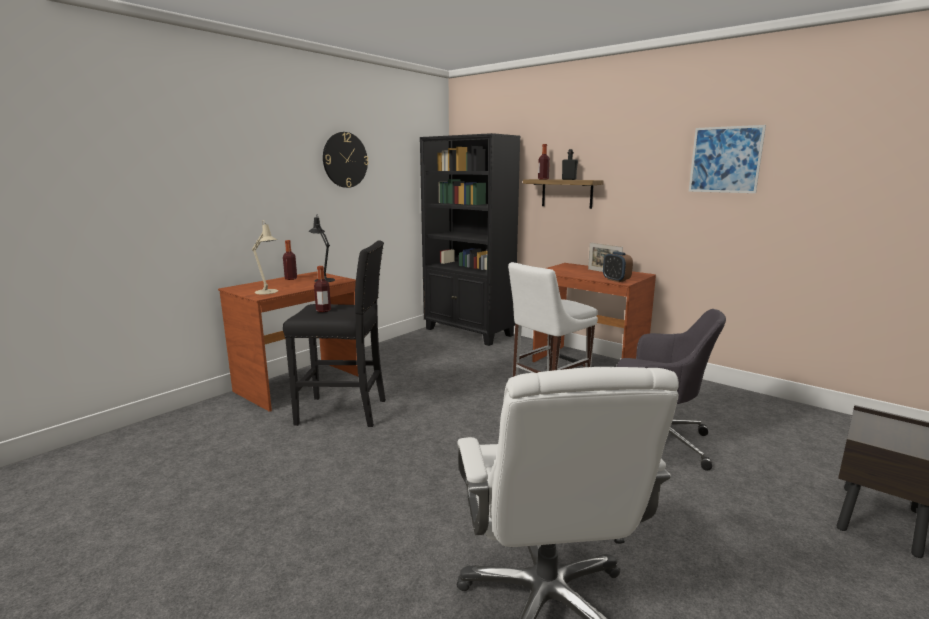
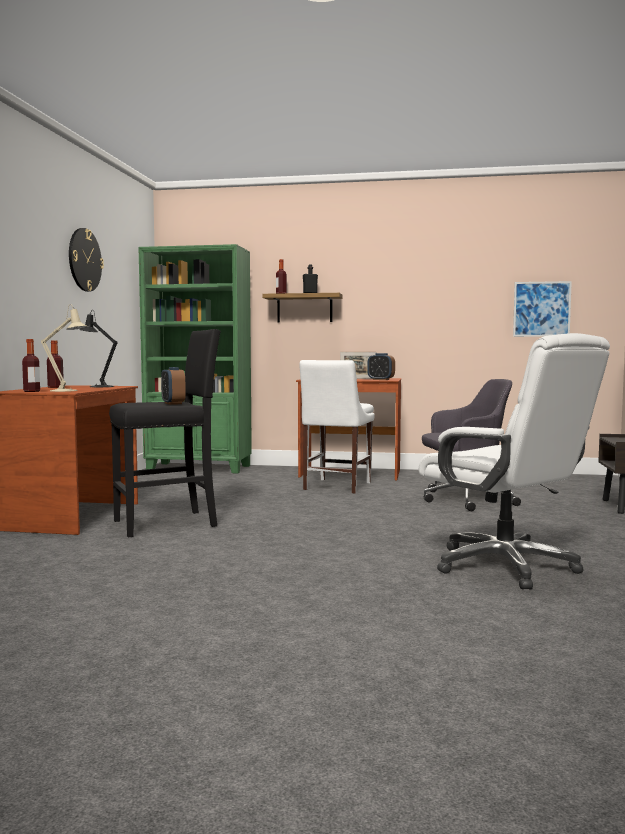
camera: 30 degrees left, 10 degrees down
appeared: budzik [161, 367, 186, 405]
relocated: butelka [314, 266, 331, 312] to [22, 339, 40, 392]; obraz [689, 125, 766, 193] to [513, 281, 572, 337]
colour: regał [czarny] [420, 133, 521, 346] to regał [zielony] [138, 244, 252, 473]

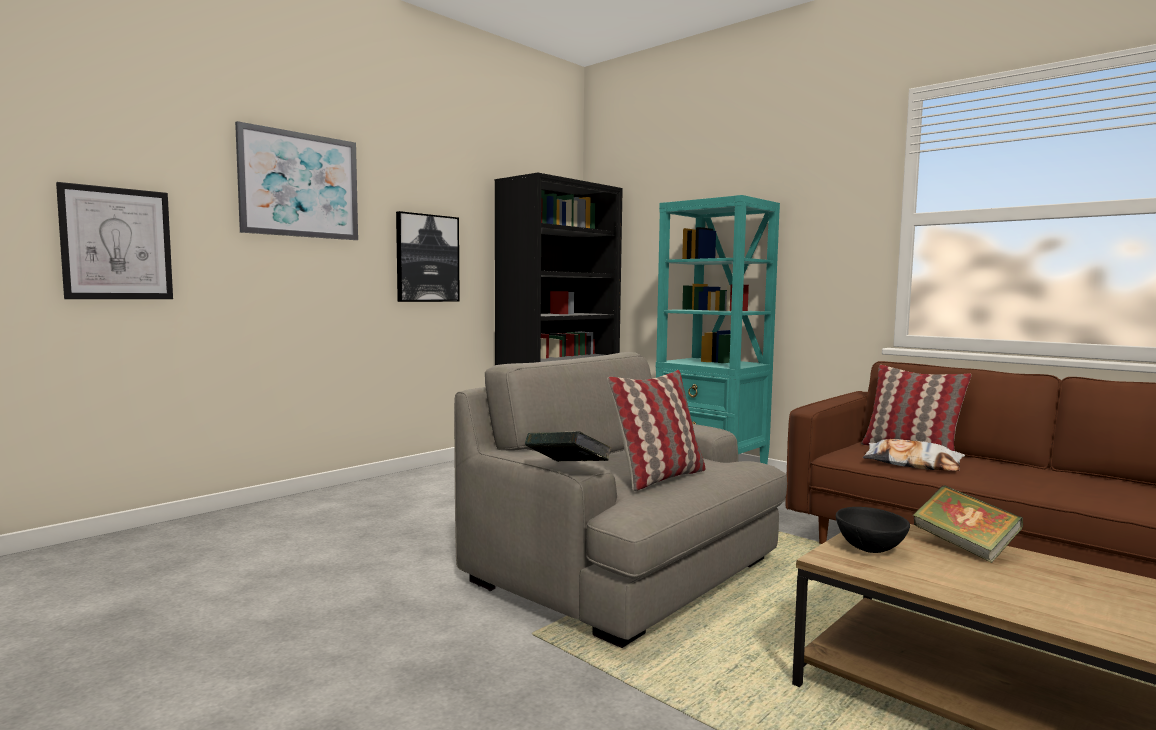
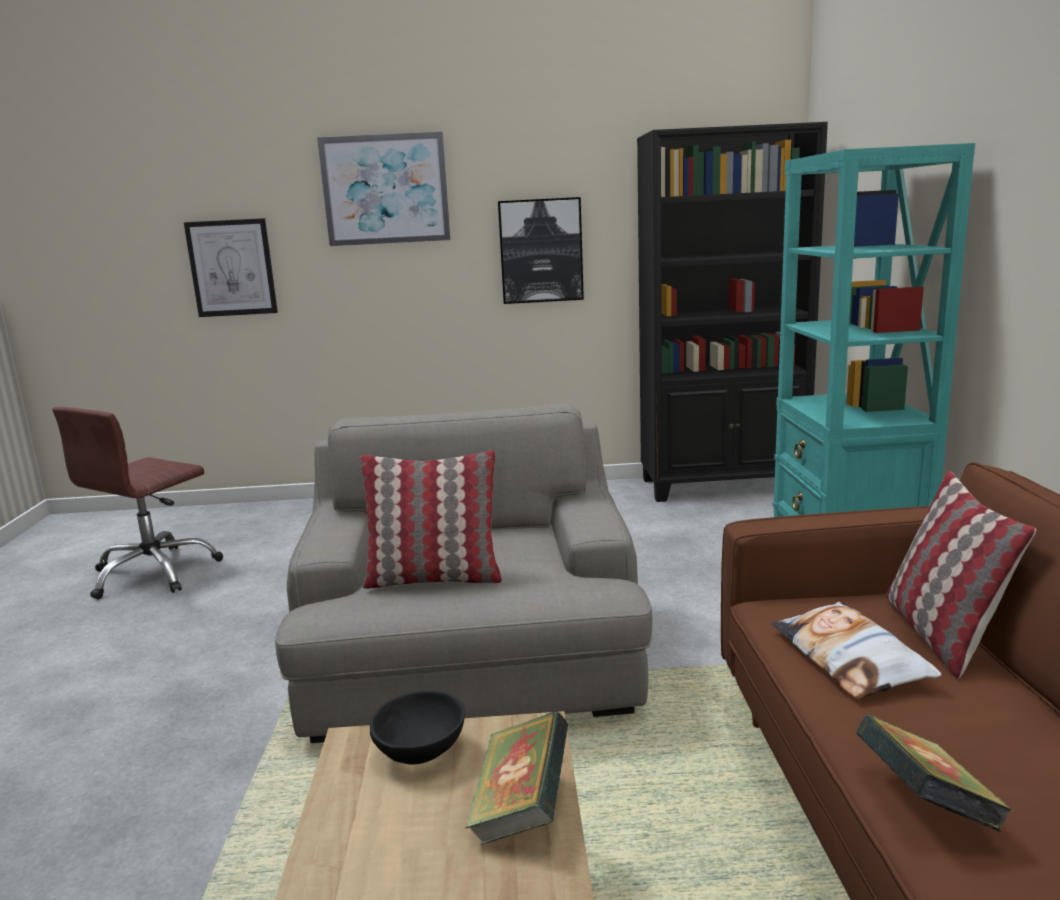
camera: 45 degrees right, 10 degrees up
appeared: krzesło biurowe [brązowy] [52, 407, 223, 599]
relocated: książka [525, 431, 611, 462] to [856, 715, 1013, 832]

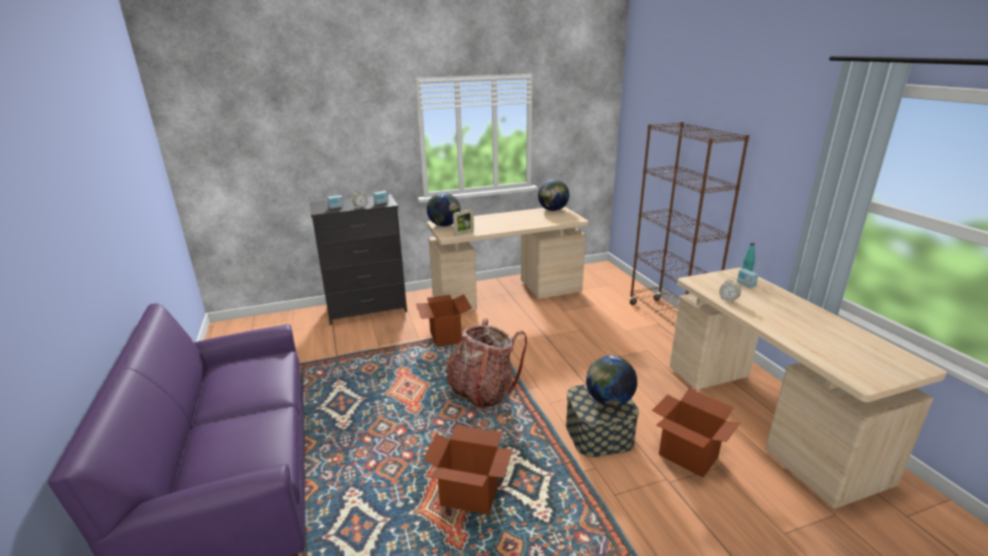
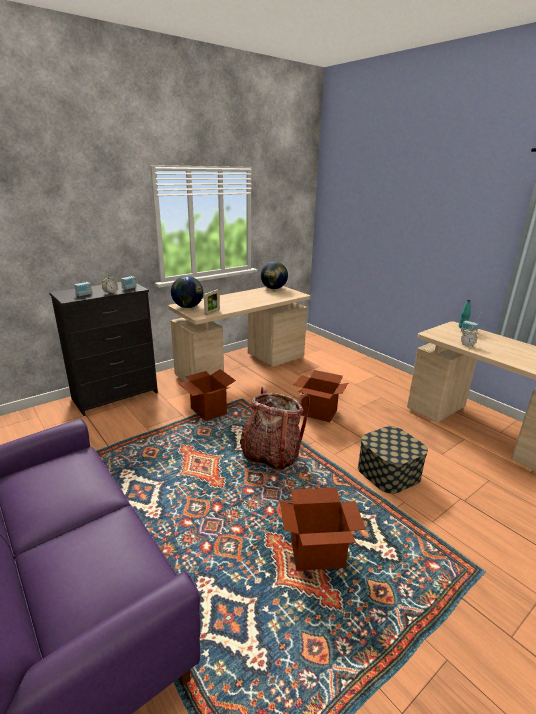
camera: 20 degrees left, 0 degrees up
missing: globus [586, 356, 637, 407]; regał [brązowy] [629, 122, 749, 327]
relocated: karton [652, 389, 740, 478] to [294, 370, 348, 422]

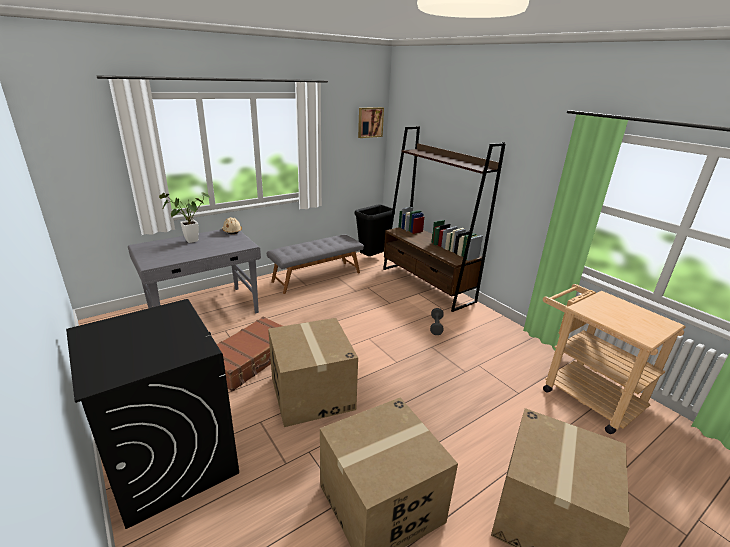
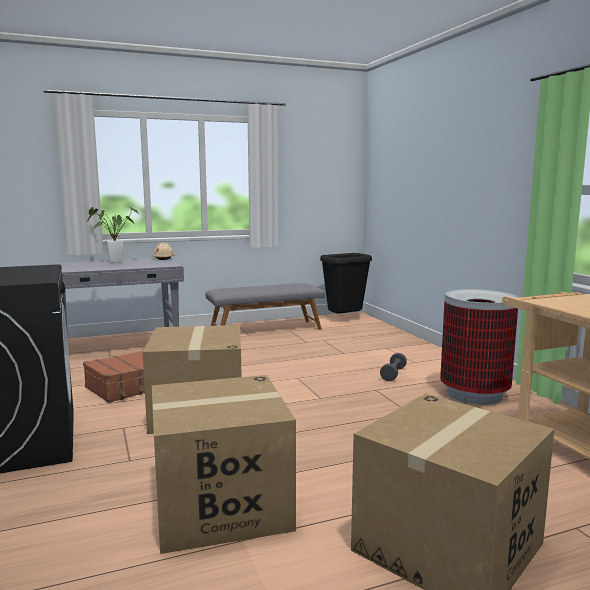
camera: 15 degrees right, 15 degrees down
missing: obraz [358, 107, 384, 138]; regał [brązowy] [383, 126, 506, 312]
appeared: kosz na śmieci [440, 289, 519, 405]

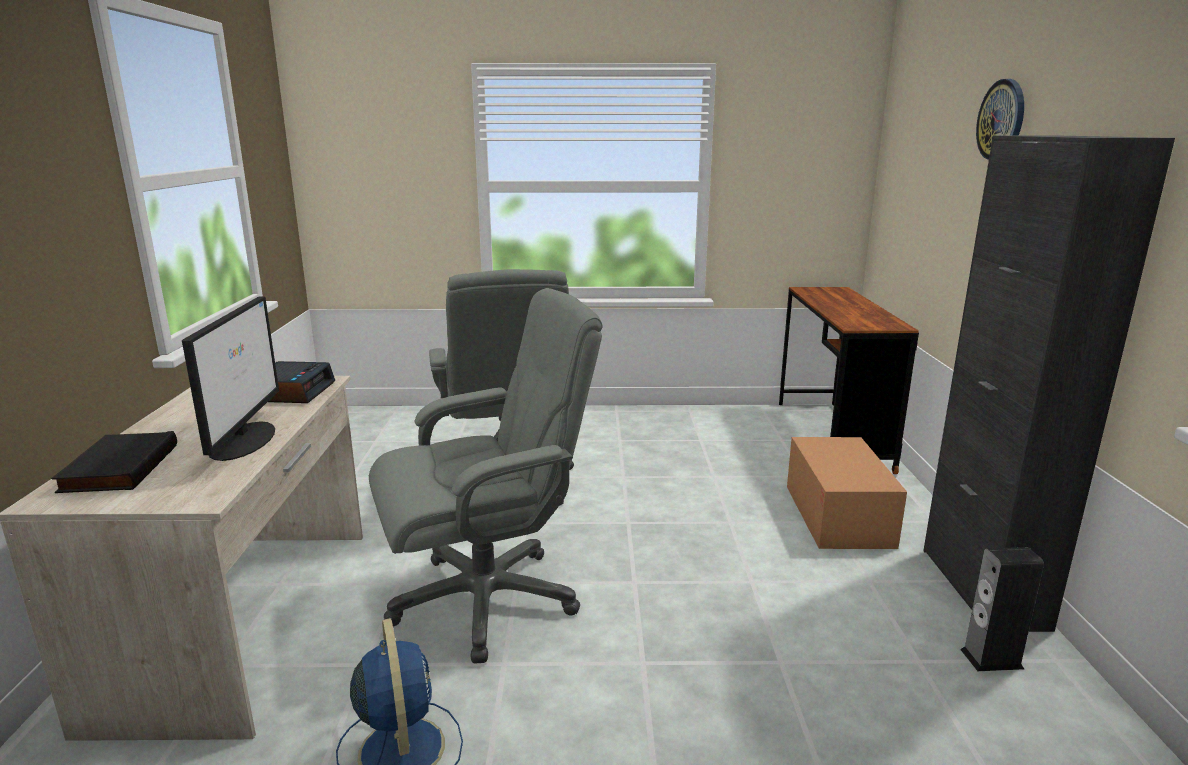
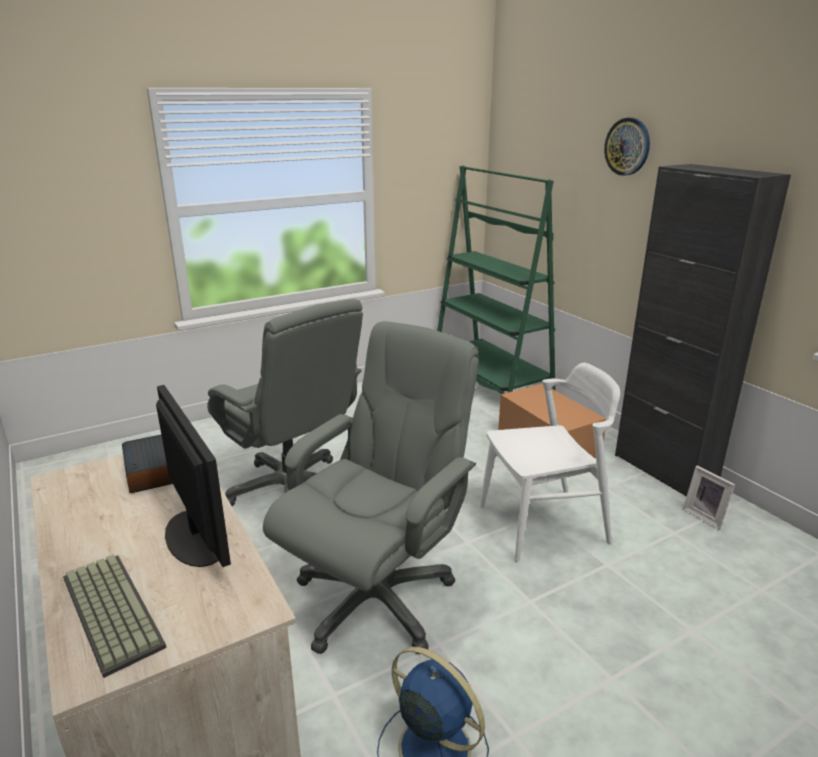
camera: 30 degrees left, 5 degrees up
appeared: krzesło [biały] [480, 363, 620, 562]
exchanged: książka [czarny] [51, 431, 177, 493] to klawiatura [63, 554, 167, 678]; biurko [brązowy] [779, 287, 919, 474] to regał [zielony] [437, 165, 556, 394]; głośnik [960, 547, 1044, 671] to ramka na zdjęcie [683, 466, 735, 530]

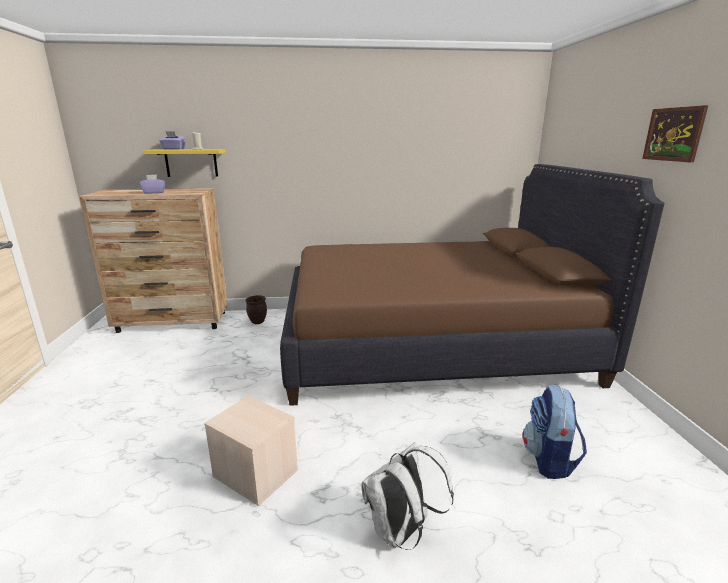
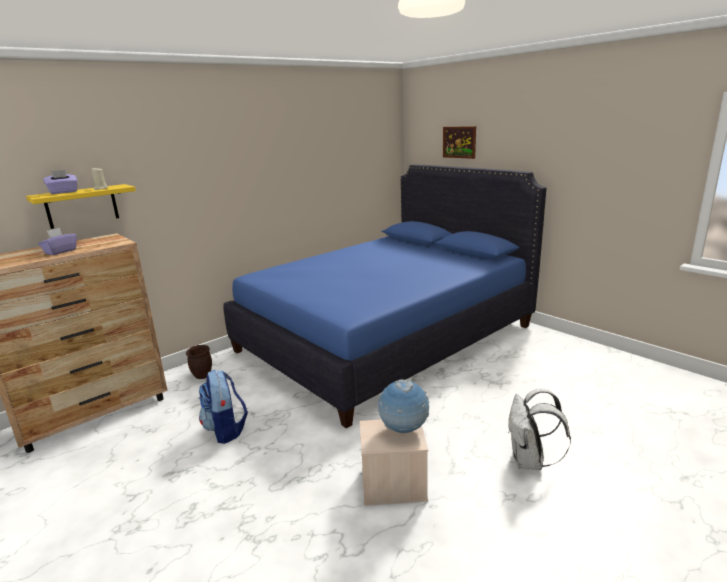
camera: 35 degrees left, 0 degrees up
appeared: globus [377, 380, 429, 433]
relocated: plecak [522, 385, 587, 479] to [199, 370, 248, 444]; obraz [642, 105, 708, 163] to [443, 126, 476, 159]
colour: łóżko [brązowy] [280, 164, 665, 406] to łóżko [niebieski] [223, 164, 547, 428]

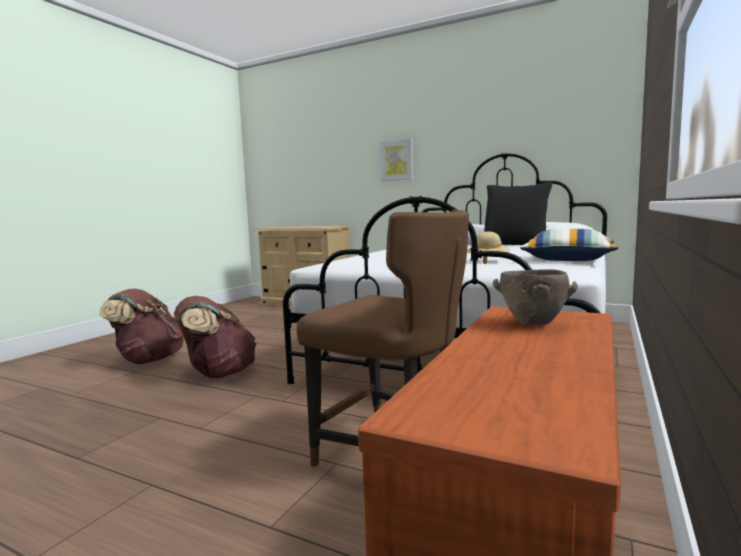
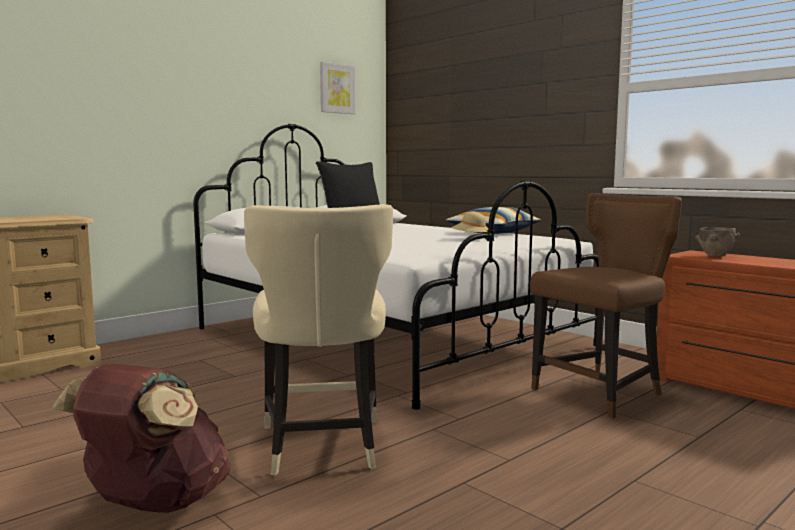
camera: 70 degrees left, 0 degrees up
relocated: obraz [380, 139, 413, 181] to [320, 62, 356, 114]
exchanged: plecak [brązowy] [174, 296, 257, 378] to krzesło [beżowy] [244, 204, 393, 476]

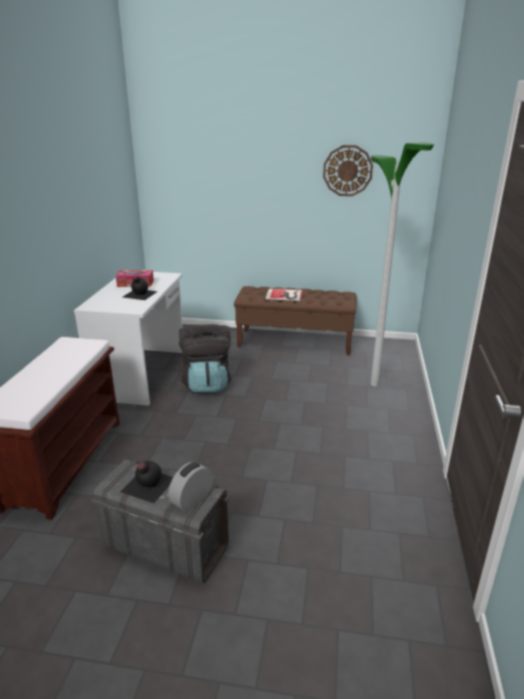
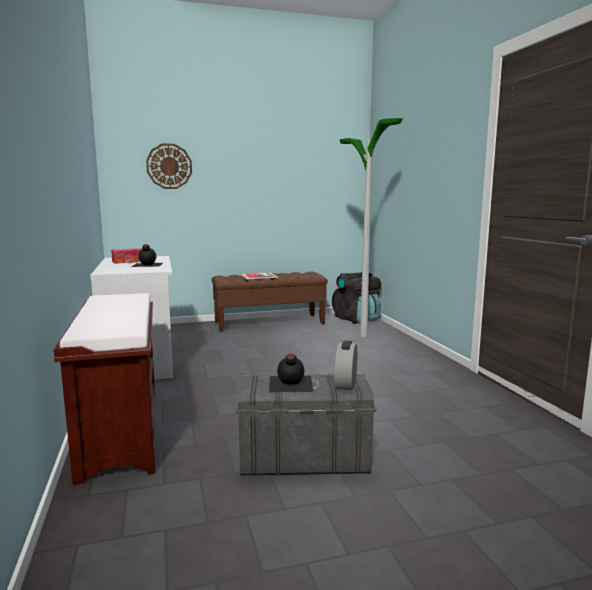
camera: 25 degrees left, 15 degrees down
relocated: plecak [czarny] [179, 324, 231, 392] to [332, 272, 381, 324]; zegar ścienny [323, 145, 373, 196] to [146, 143, 192, 189]

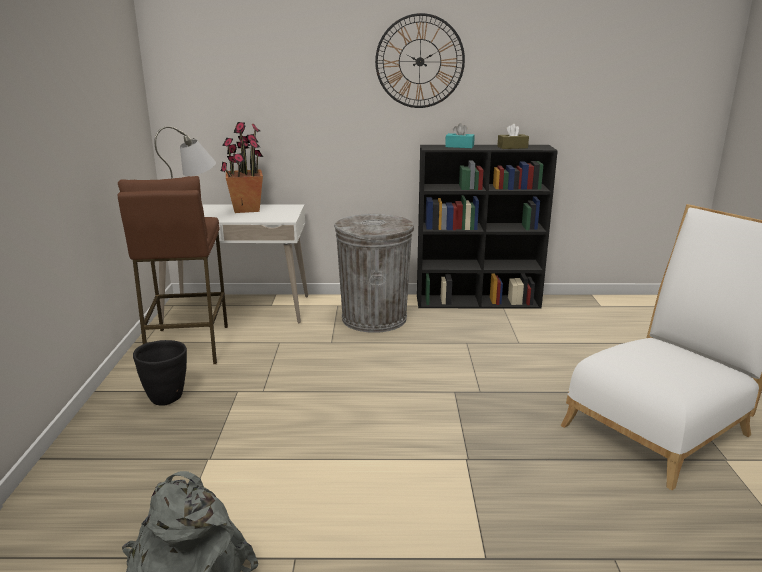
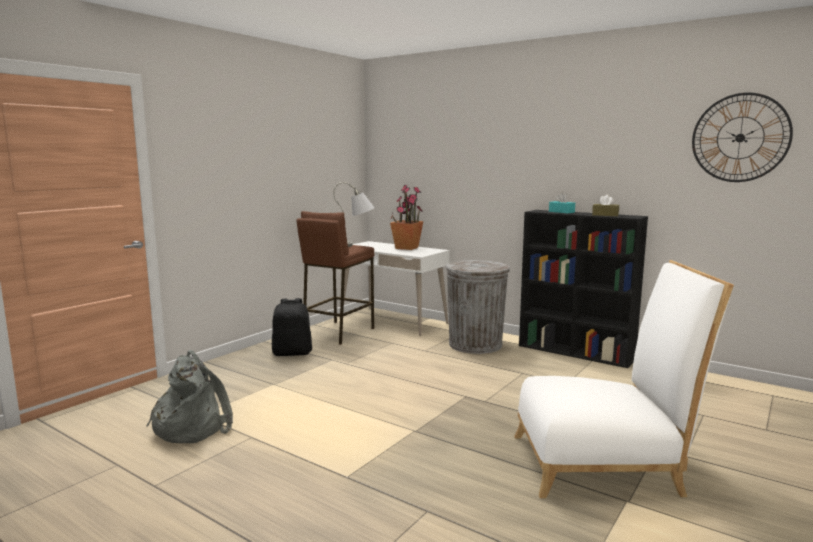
camera: 35 degrees right, 10 degrees down
relocated: zegar ścienny [375, 13, 465, 108] to [692, 93, 793, 182]
exchanged: donica [czarny] [133, 340, 187, 405] to plecak [czarny] [272, 298, 312, 356]

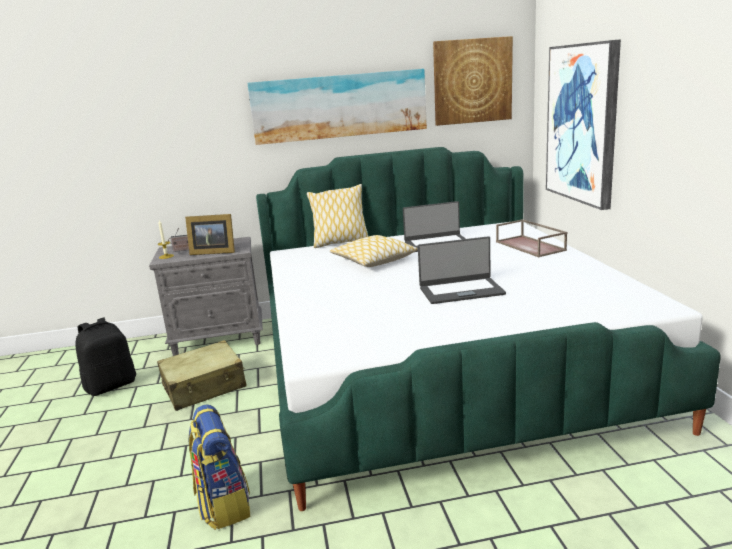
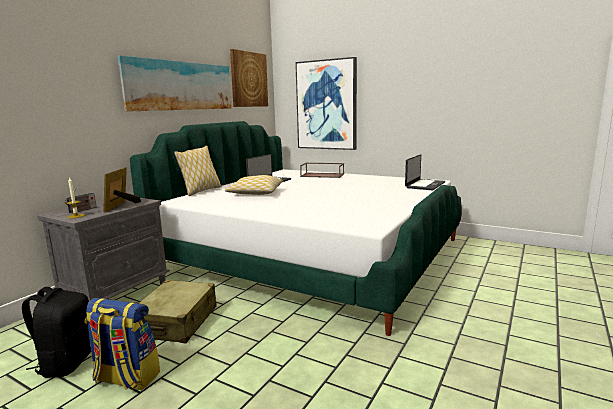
camera: 50 degrees left, 5 degrees down
relocated: plecak [188, 404, 250, 530] to [85, 298, 160, 390]; laptop [418, 236, 506, 304] to [405, 154, 445, 190]
spun: ramka na zdjęcie [185, 214, 235, 255] = [103, 167, 141, 212] 135 degrees clockwise

